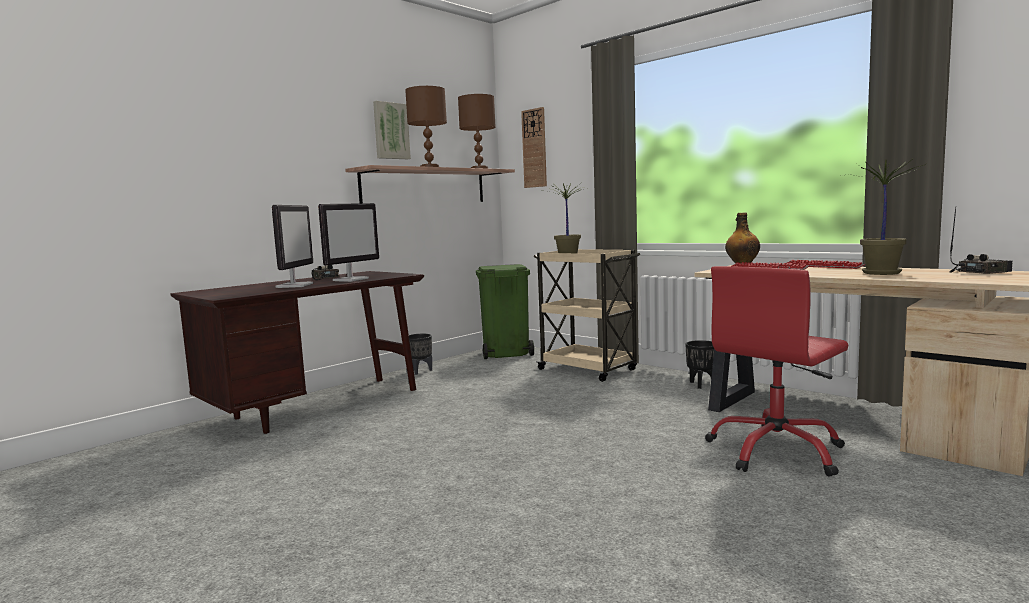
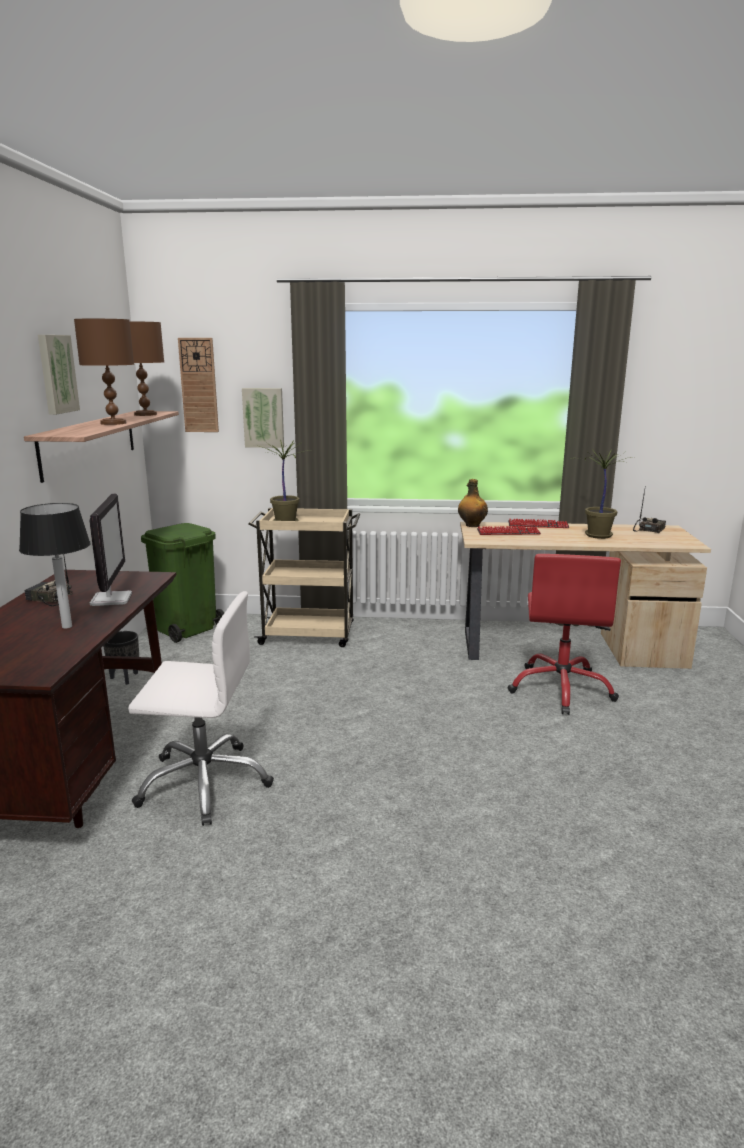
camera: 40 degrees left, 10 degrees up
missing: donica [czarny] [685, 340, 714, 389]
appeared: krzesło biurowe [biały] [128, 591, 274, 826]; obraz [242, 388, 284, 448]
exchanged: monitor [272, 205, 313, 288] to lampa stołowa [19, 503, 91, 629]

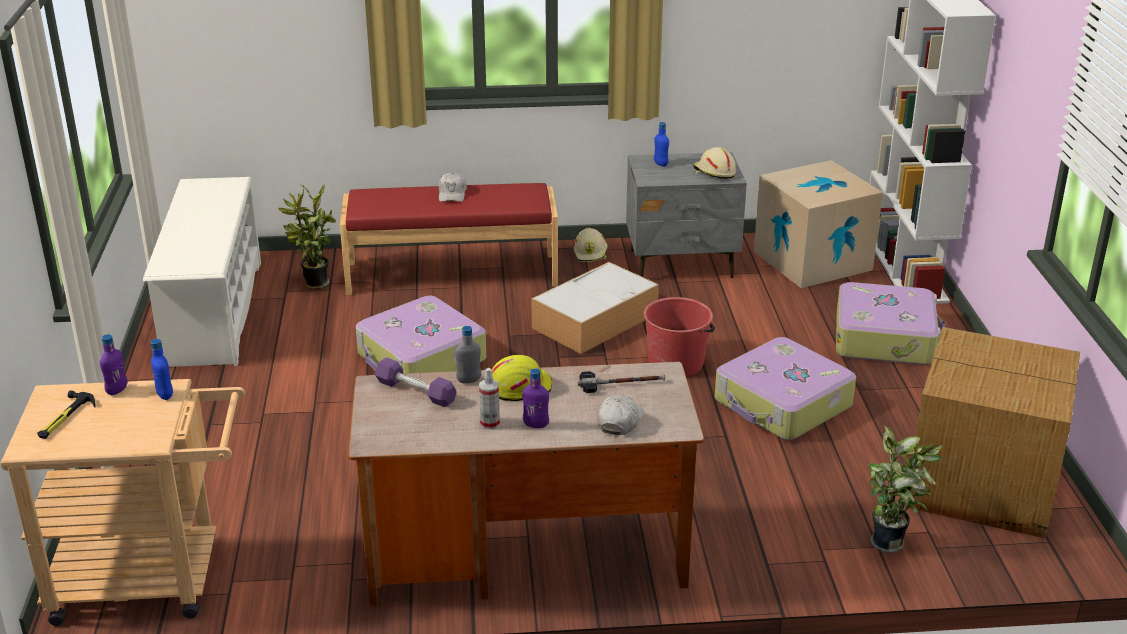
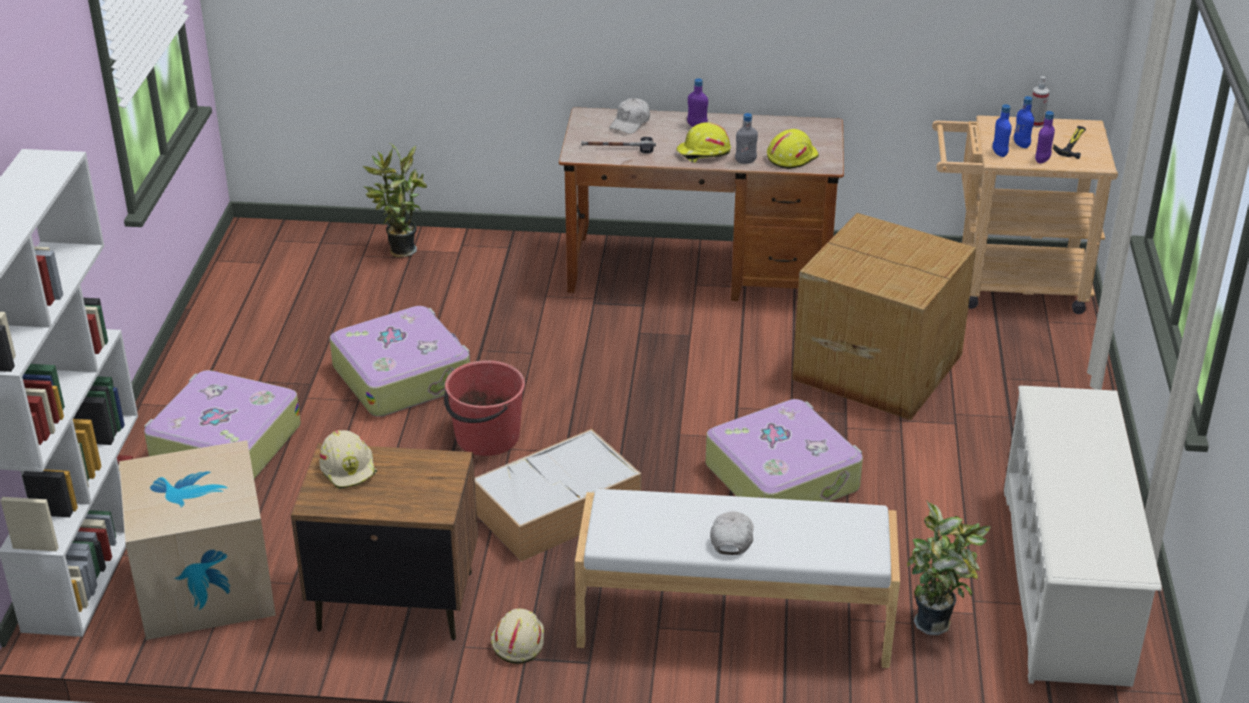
camera: 170 degrees left, 5 degrees up
relocated: spryskiwacz [479, 368, 500, 430] to [1031, 76, 1049, 127]; butelka [niebieski] [654, 122, 669, 167] to [1014, 96, 1034, 148]; karton [905, 327, 1080, 539] to [792, 213, 976, 420]
exchanged: hantel [fioletowy] [375, 357, 457, 407] to kask [żółty] [767, 129, 819, 169]
colour: ławka [czerwony] [340, 183, 558, 295] to ławka [biały] [575, 489, 900, 668]; szafka nocna [szary] [626, 152, 747, 278] to szafka nocna [brązowy] [291, 443, 478, 640]

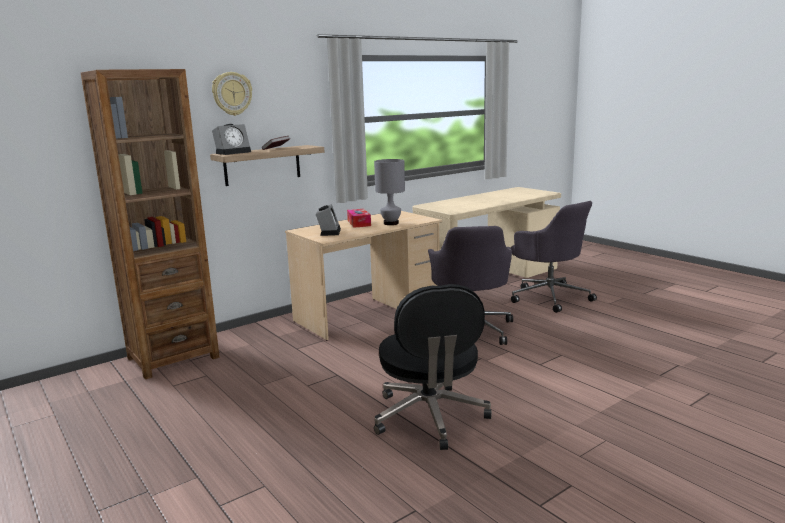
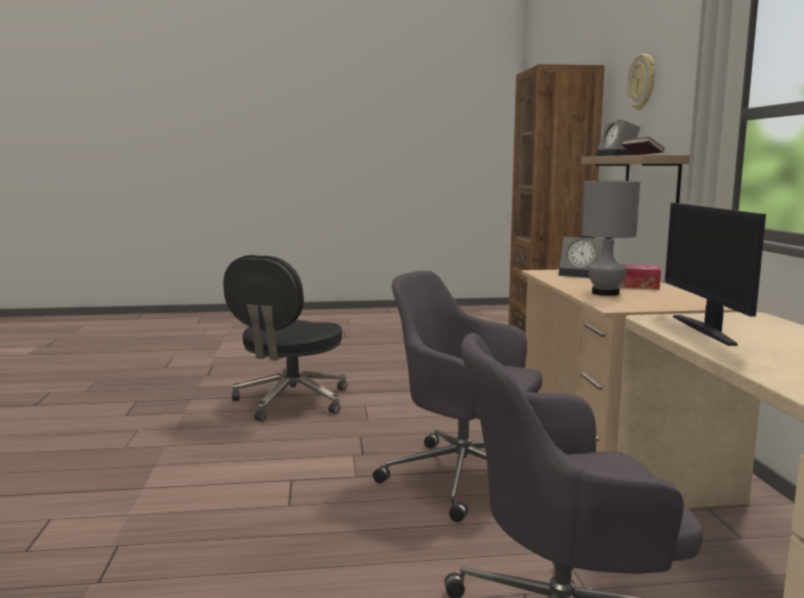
camera: 120 degrees right, 5 degrees down
appeared: monitor [665, 203, 766, 346]
spun: krzesło biurowe [czarny] [374, 284, 492, 450] = [223, 255, 347, 422] 90 degrees counterclockwise

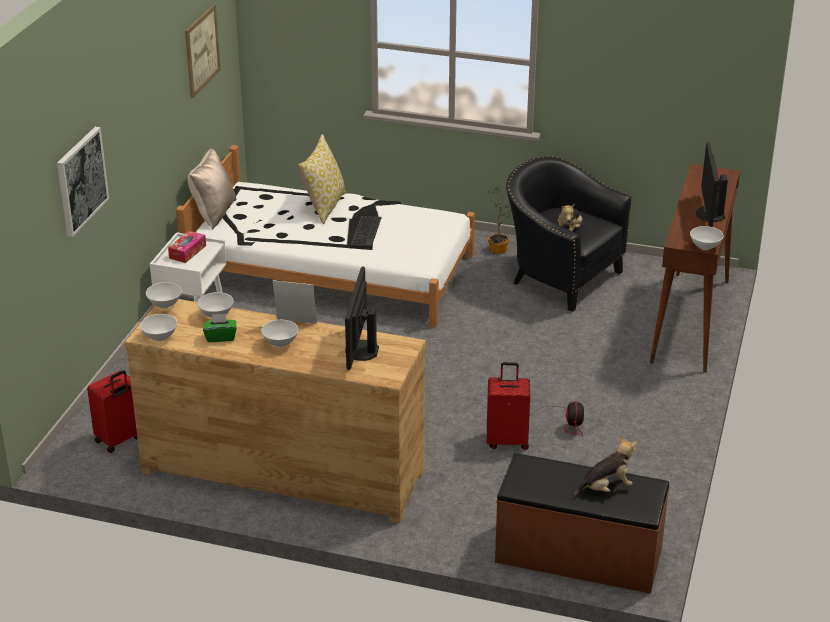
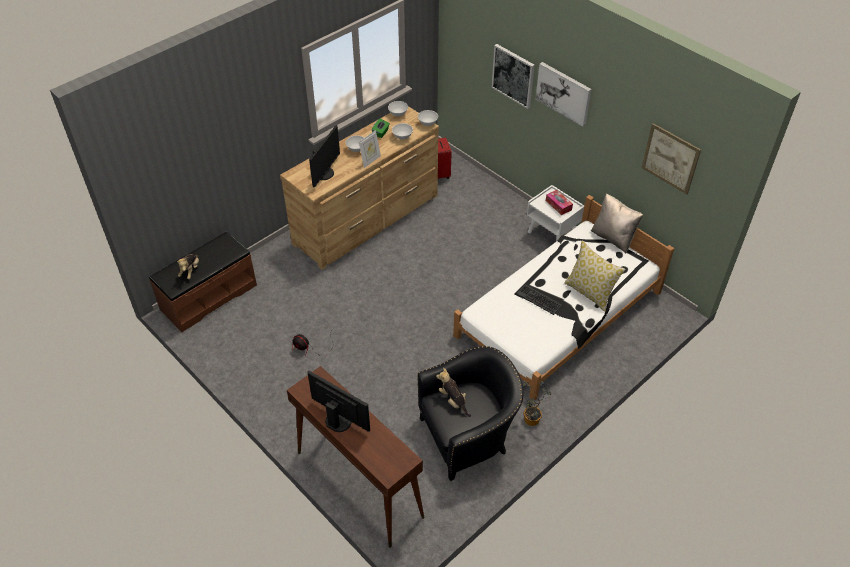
camera: 120 degrees right, 15 degrees up
missing: walizka [czerwony] [487, 362, 530, 450]; miska [biały] [690, 226, 724, 250]
appeared: obraz [536, 62, 592, 127]
spun: monitor [345, 266, 379, 371] = [309, 125, 340, 188] 75 degrees clockwise

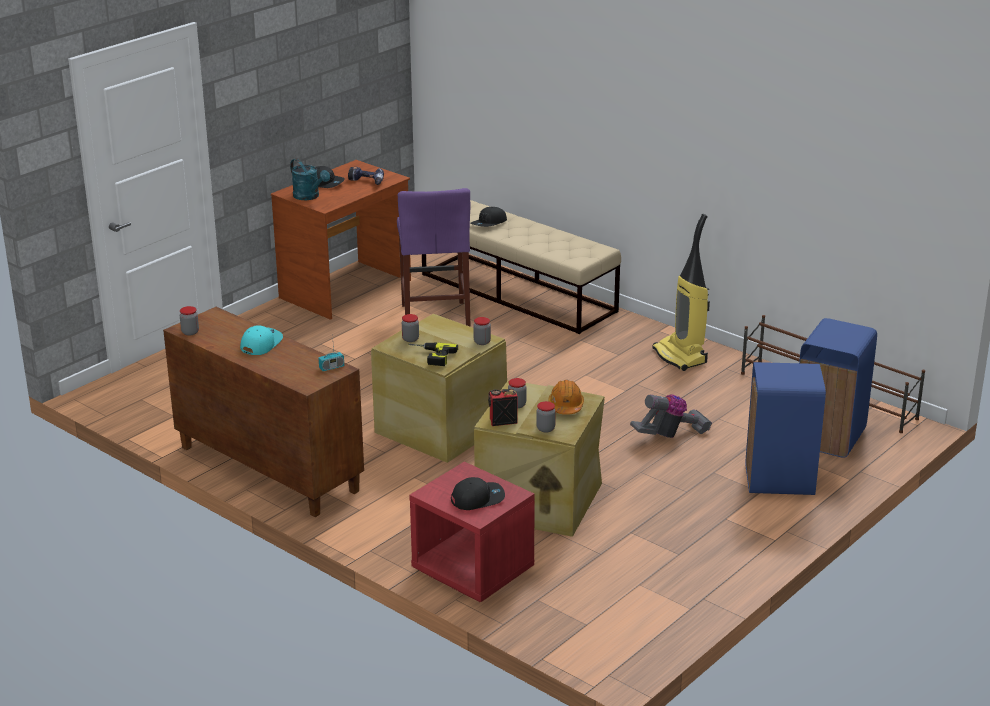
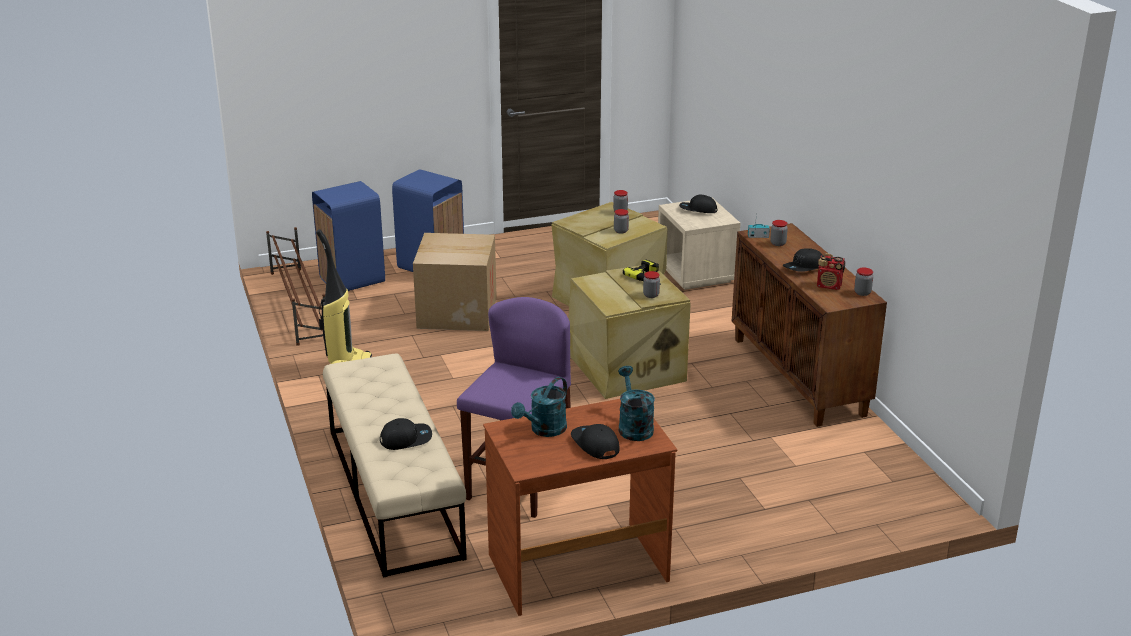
camera: 150 degrees left, 0 degrees up
missing: kask [pomarańczowy] [549, 380, 584, 415]
relocated: słoik [473, 317, 491, 345] to [770, 220, 788, 246]; radio [488, 389, 518, 426] to [817, 253, 845, 290]
exchanged: wiertarka [348, 167, 384, 185] to konewka [turkusowy] [511, 377, 567, 437]; odkurzacz [630, 394, 712, 438] to karton [413, 233, 497, 331]
colour: czapka z daszkiem [turkusowy] [240, 325, 283, 355] to czapka z daszkiem [czarny] [782, 248, 823, 272]; szafka nocna [czerwony] [409, 462, 535, 602] to szafka nocna [beżowy] [658, 200, 741, 290]

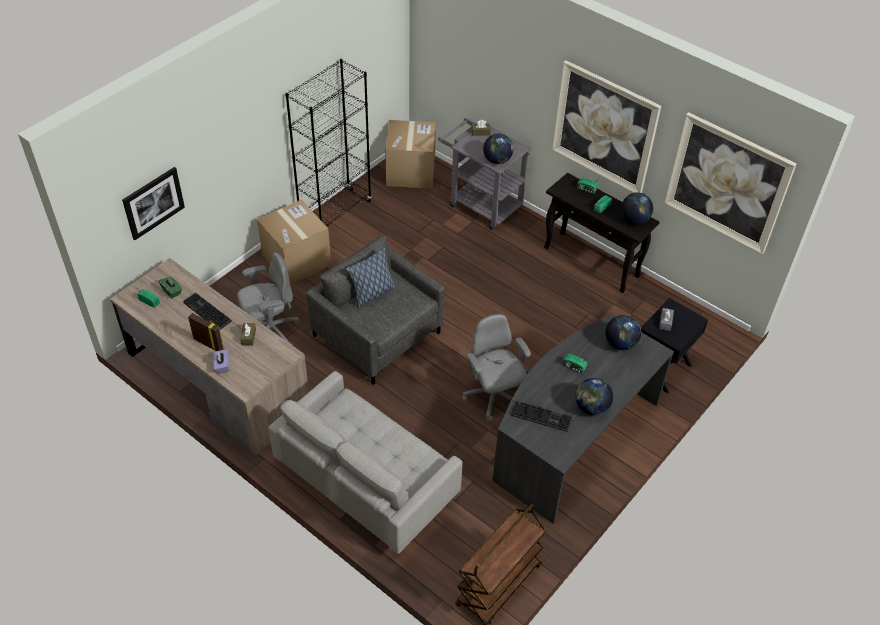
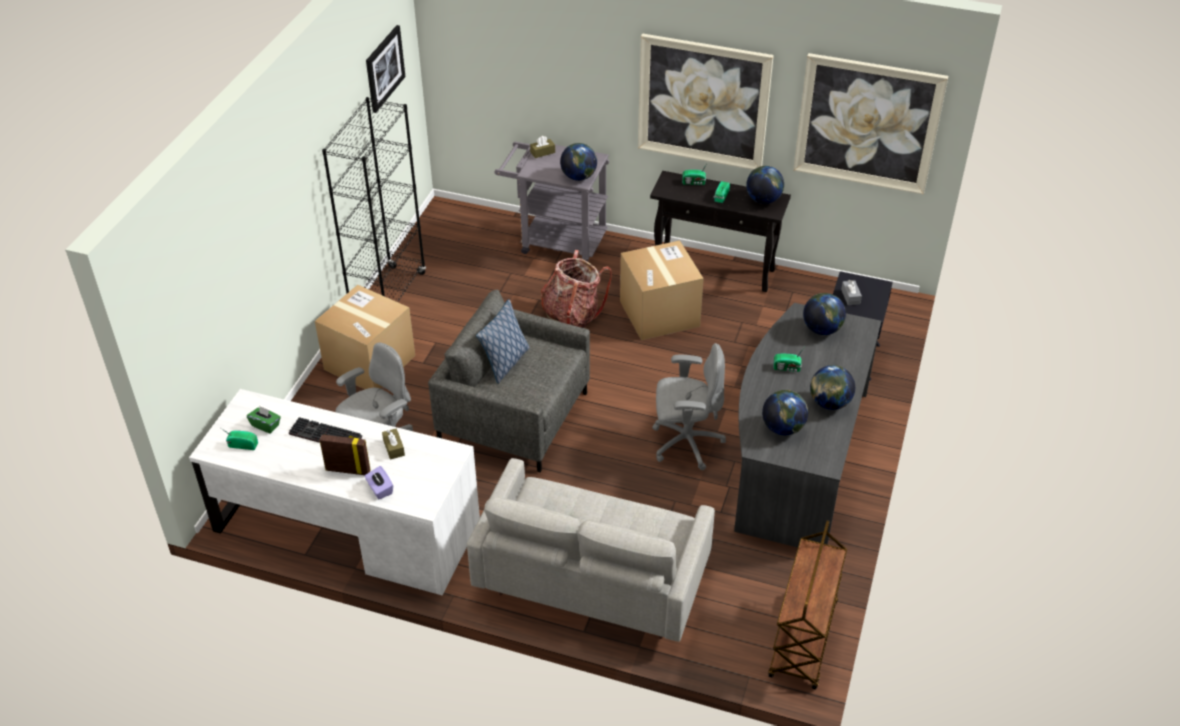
camera: 20 degrees left, 5 degrees down
appeared: plecak [541, 250, 612, 328]
relocated: obraz [122, 167, 185, 240] to [366, 25, 406, 113]; karton [385, 120, 436, 188] to [620, 240, 704, 340]
exchanged: klawiatura [511, 400, 572, 432] to globus [762, 390, 808, 436]
colour: biurko [brązowy] [110, 258, 309, 455] to biurko [biały] [189, 389, 480, 595]
spun: krzesło biurowe [szary] [462, 314, 531, 422] = [652, 343, 726, 470] 135 degrees clockwise

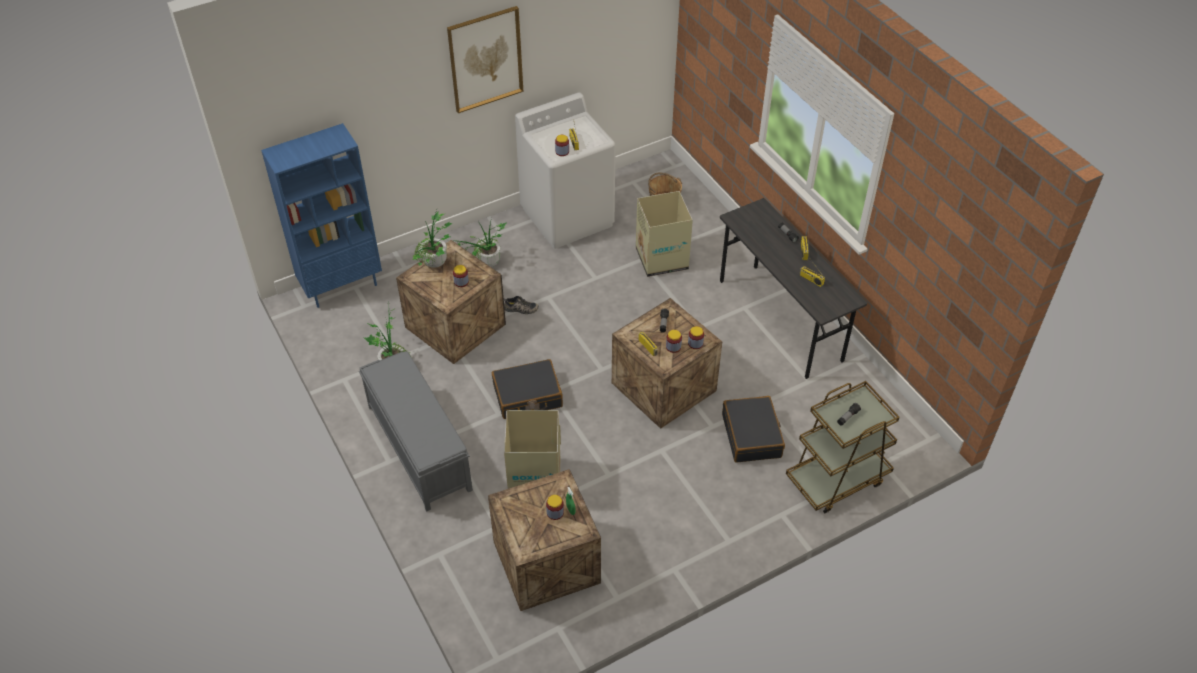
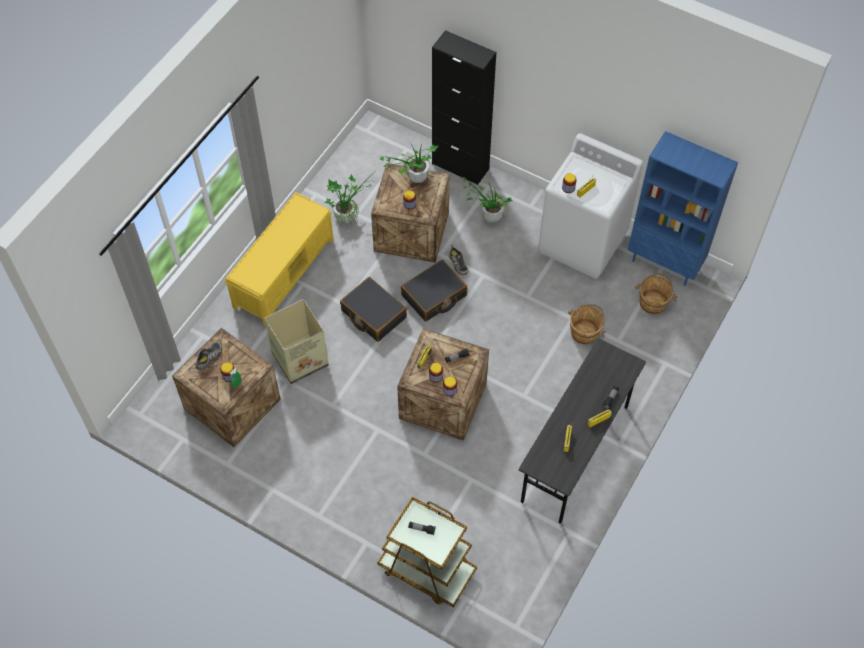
camera: 60 degrees right, 10 degrees up
missing: obraz [447, 6, 523, 113]
appeared: but [194, 342, 222, 370]; szafka [czarny] [432, 30, 496, 185]
relocated: regał [niebieski] [261, 123, 382, 308] to [628, 131, 738, 286]; walizka [czarny] [722, 396, 785, 463] to [401, 260, 467, 322]
exchanged: karton [636, 191, 693, 277] to wiadro [brązowy] [568, 304, 606, 345]
colour: ławka [szary] [359, 351, 473, 512] to ławka [żółty] [225, 192, 334, 326]

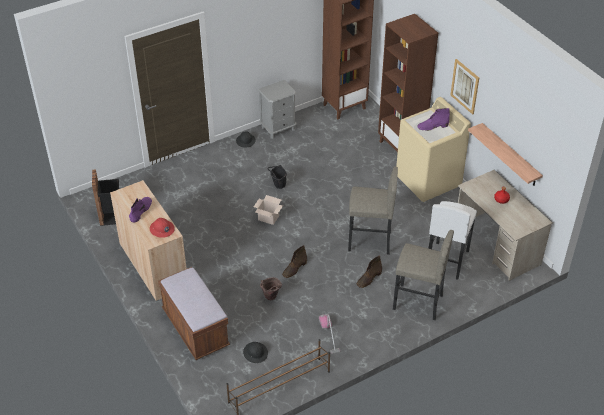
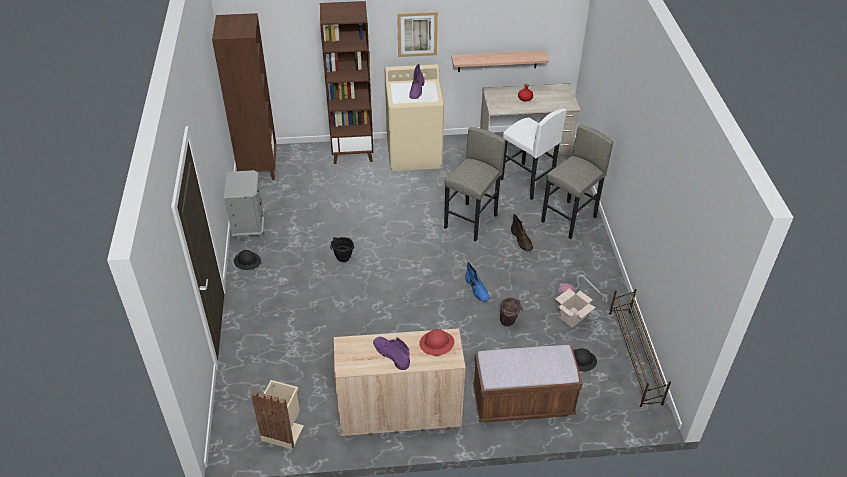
camera: 65 degrees left, 0 degrees up
relocated: karton [254, 195, 283, 225] to [555, 288, 596, 328]
colour: kosz na śmieci [czarny] [92, 169, 119, 226] to kosz na śmieci [beżowy] [251, 380, 304, 449]; but z cholewką [brązowy] [282, 245, 307, 278] to but z cholewką [niebieski] [465, 262, 490, 302]

